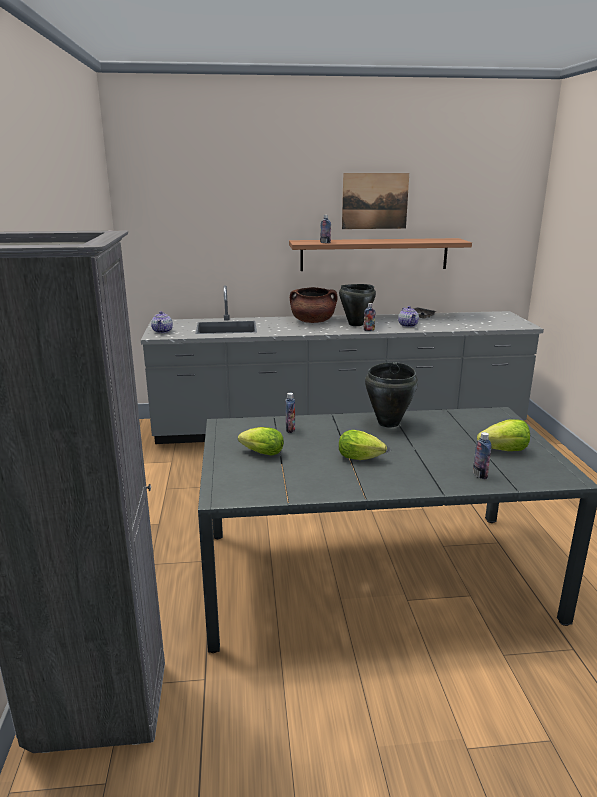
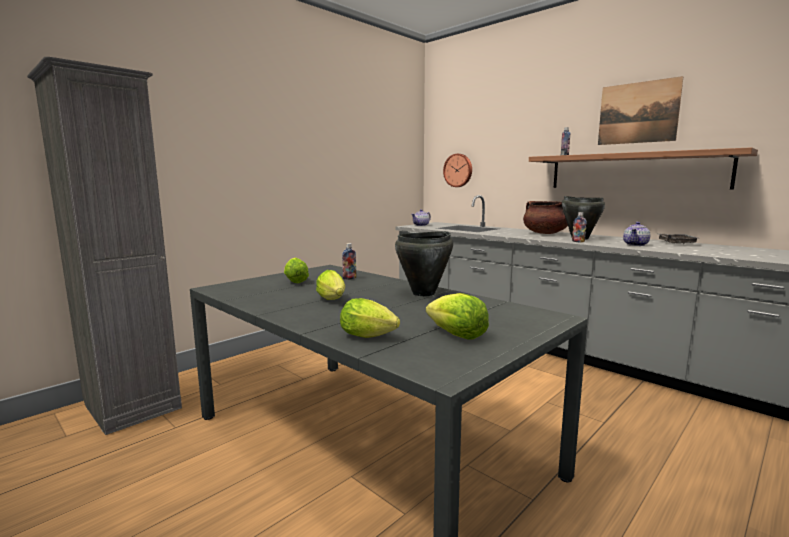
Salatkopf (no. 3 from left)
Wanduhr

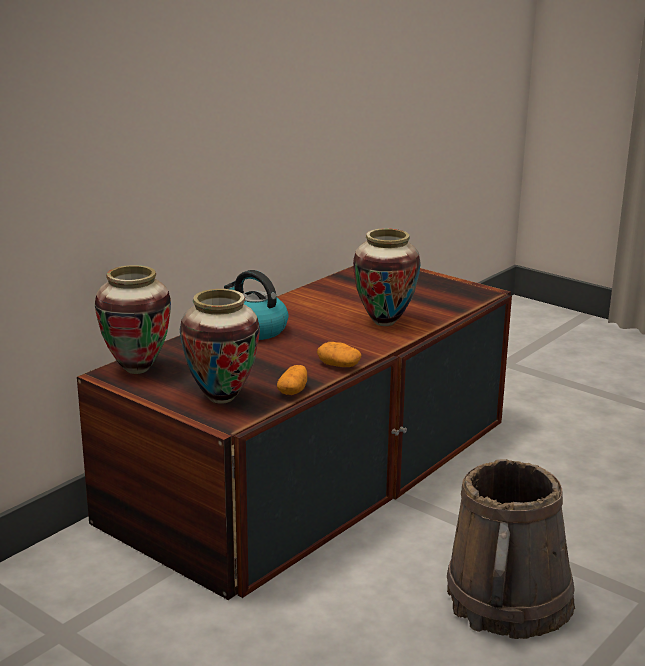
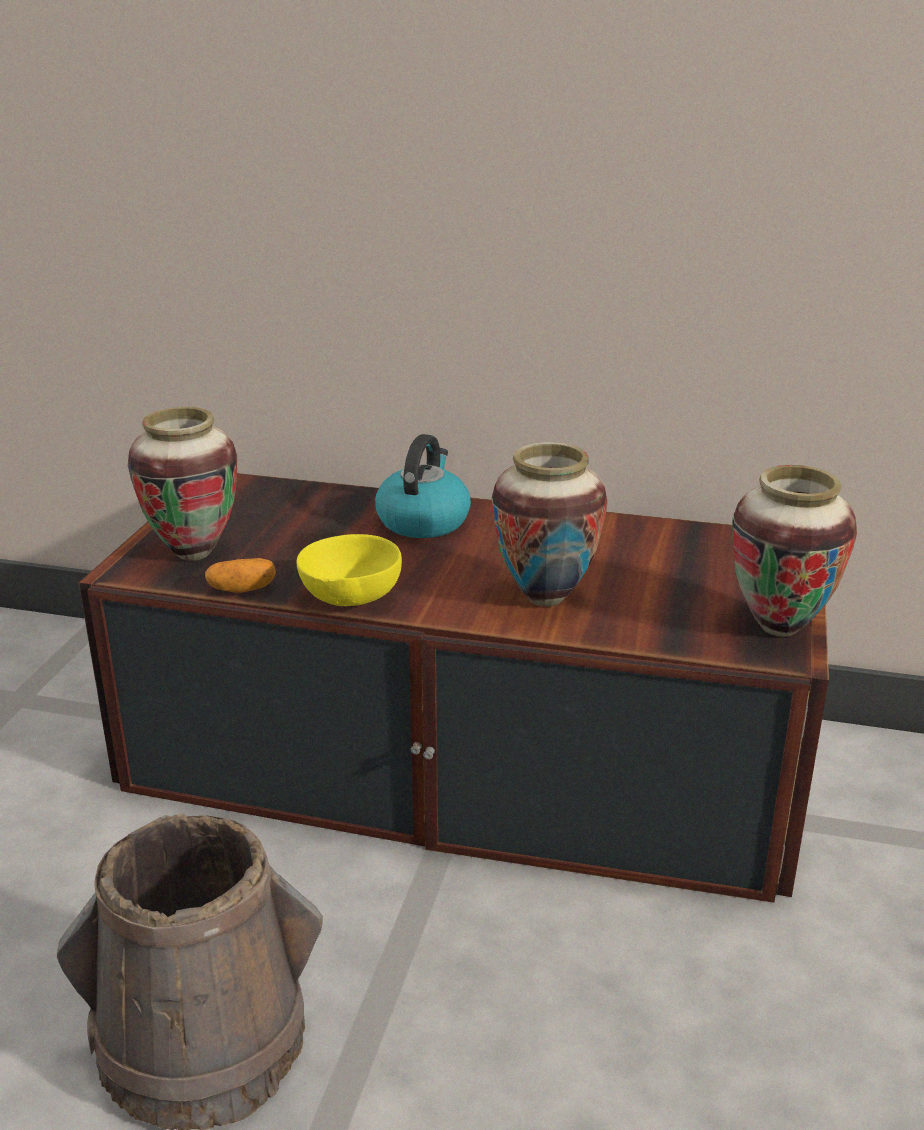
Vase (no. 3 from left)
Schüssel/gelb

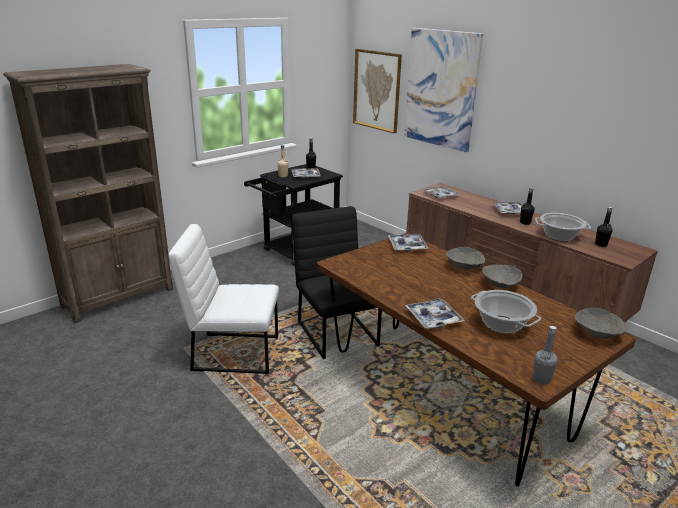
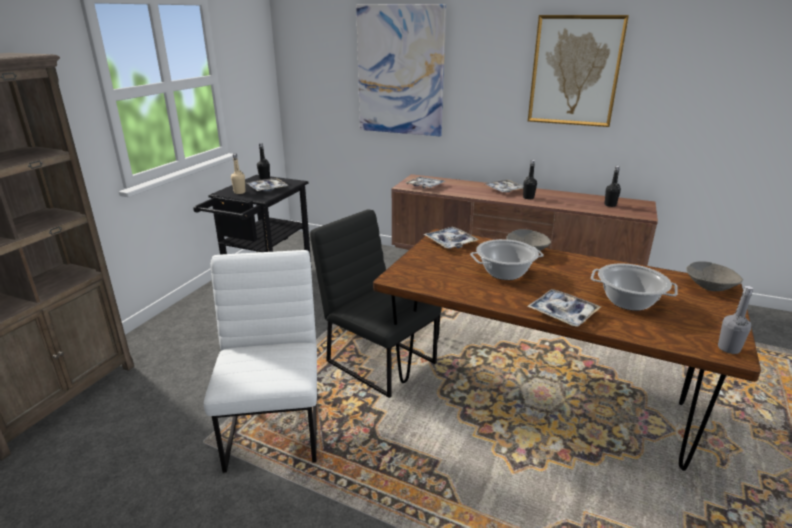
Stuhl/weiß
Bild (no. 2 from left)
Schüssel/grau (no. 2 from left in the first image)
Kochtopf (no. 1 from left)

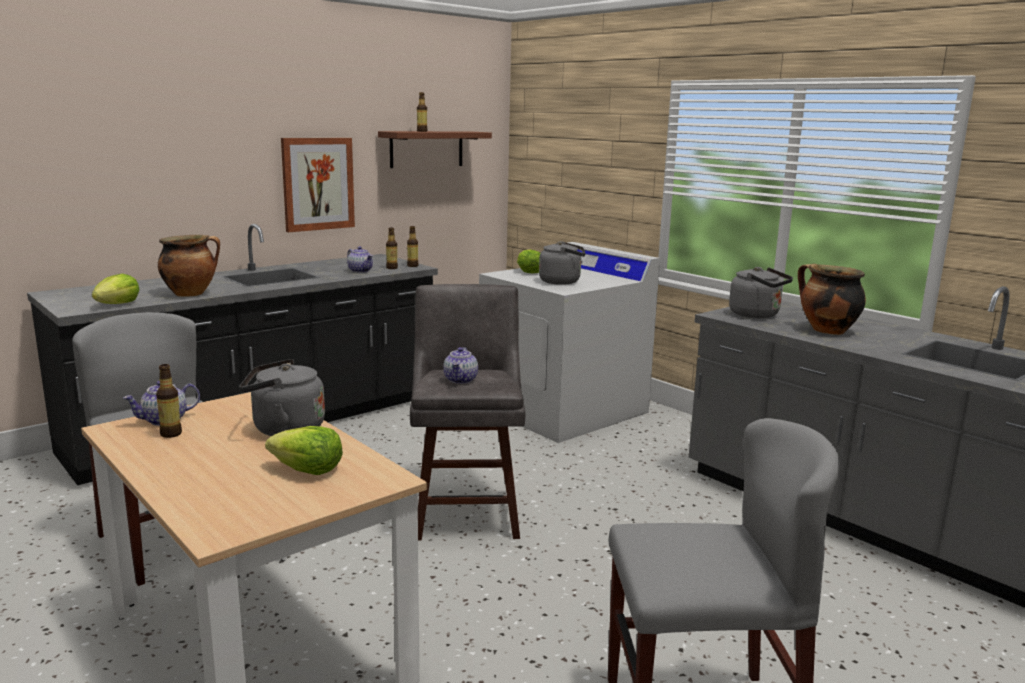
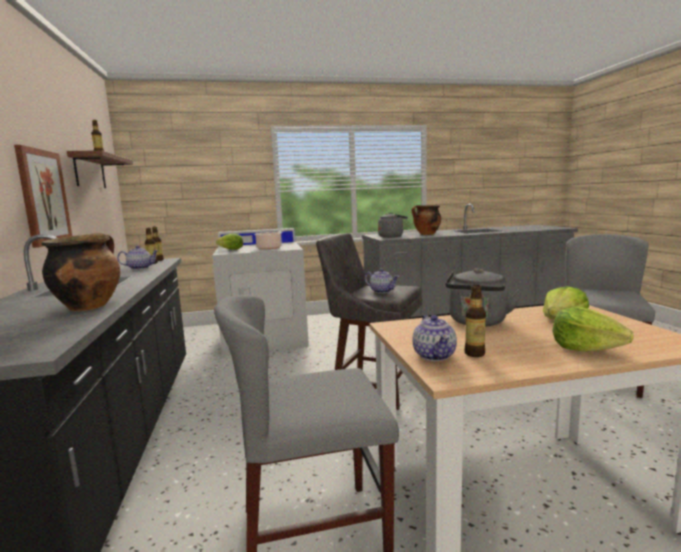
Salatkopf (no. 3 from left)
Kochtopf (no. 2 from left)

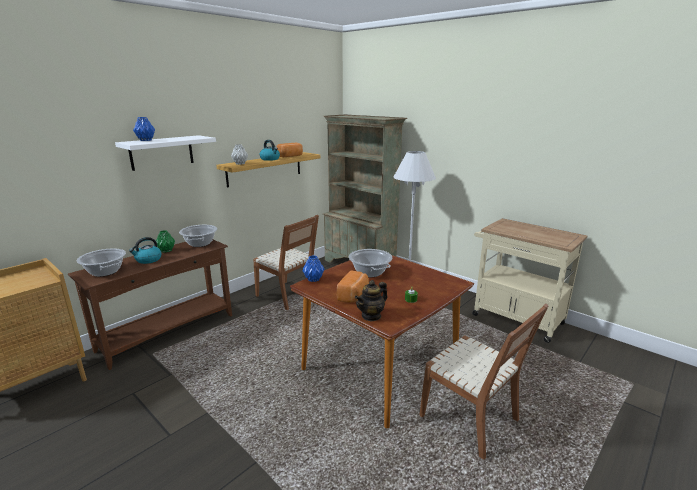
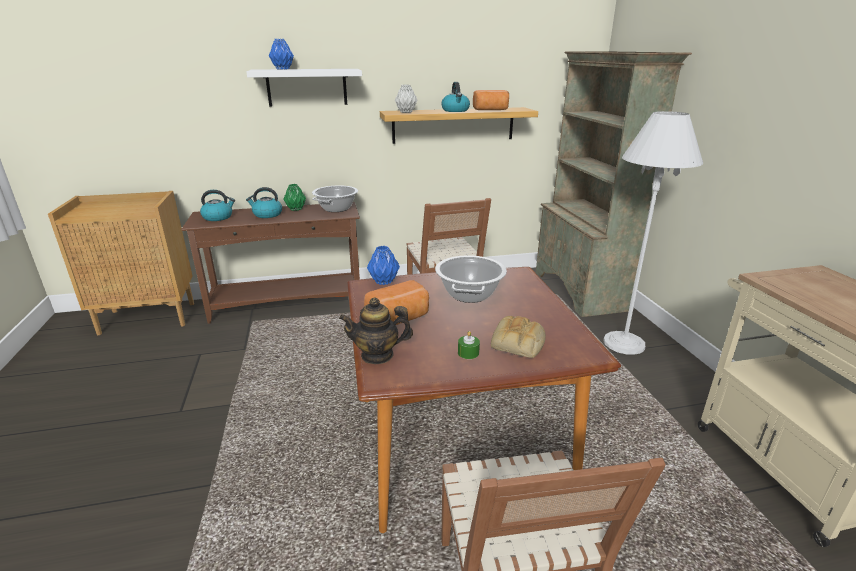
Wasserkessel (no. 1 from left)
Brot (no. 3 from left)

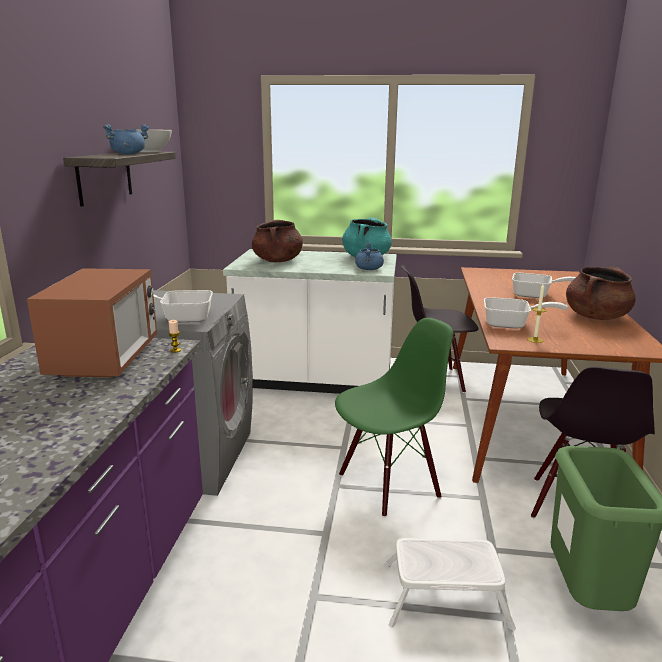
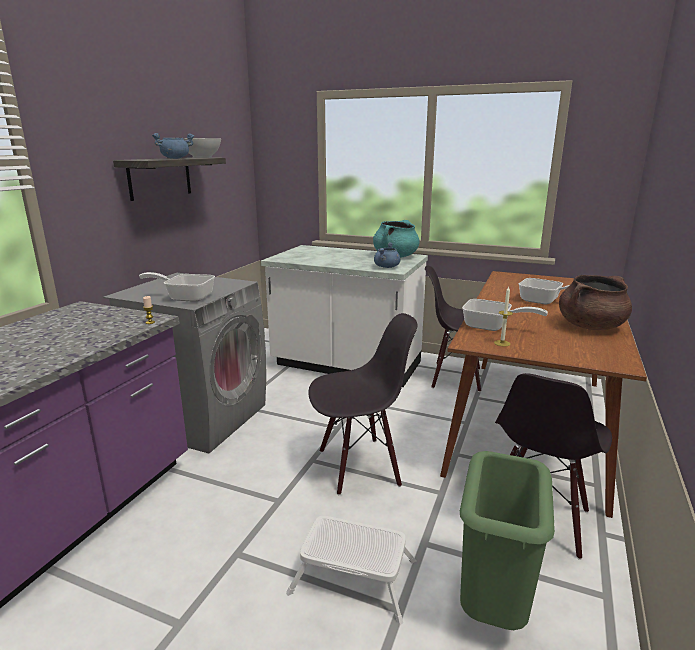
Mikrowelle
Kochtopf/braun (no. 1 from left in the first image)
Stuhl/schwarz (no. 1 from left)

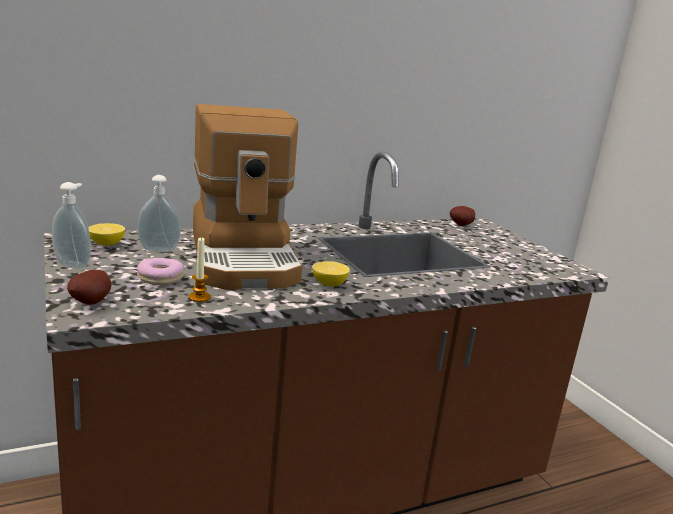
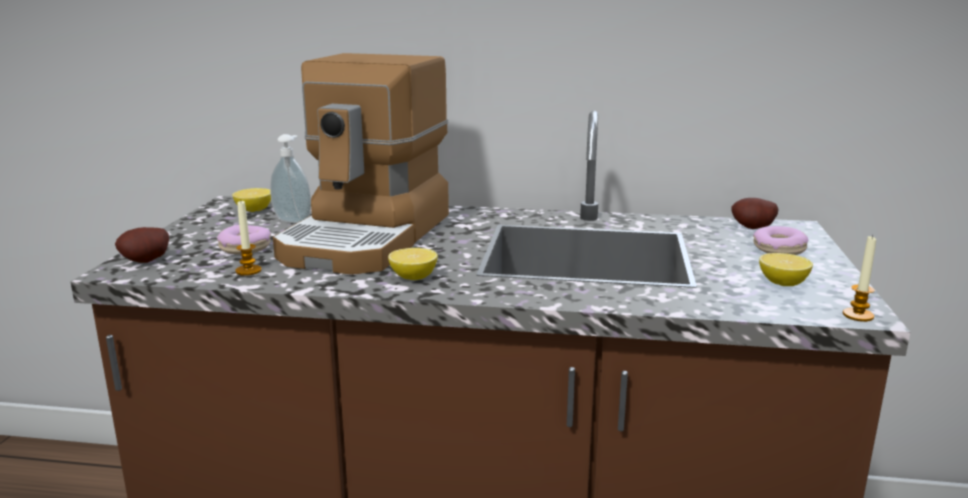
Seifenspender (no. 1 from left in the first image)
Donut (no. 2 from left)
Zitrone (no. 3 from left)
Kerze (no. 2 from left)

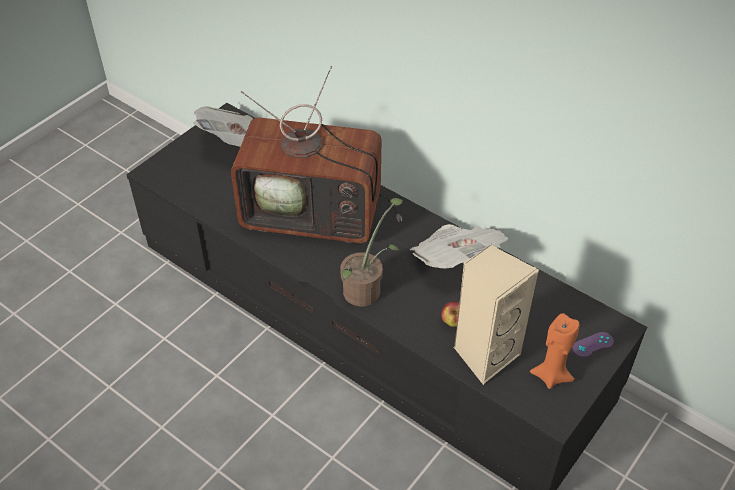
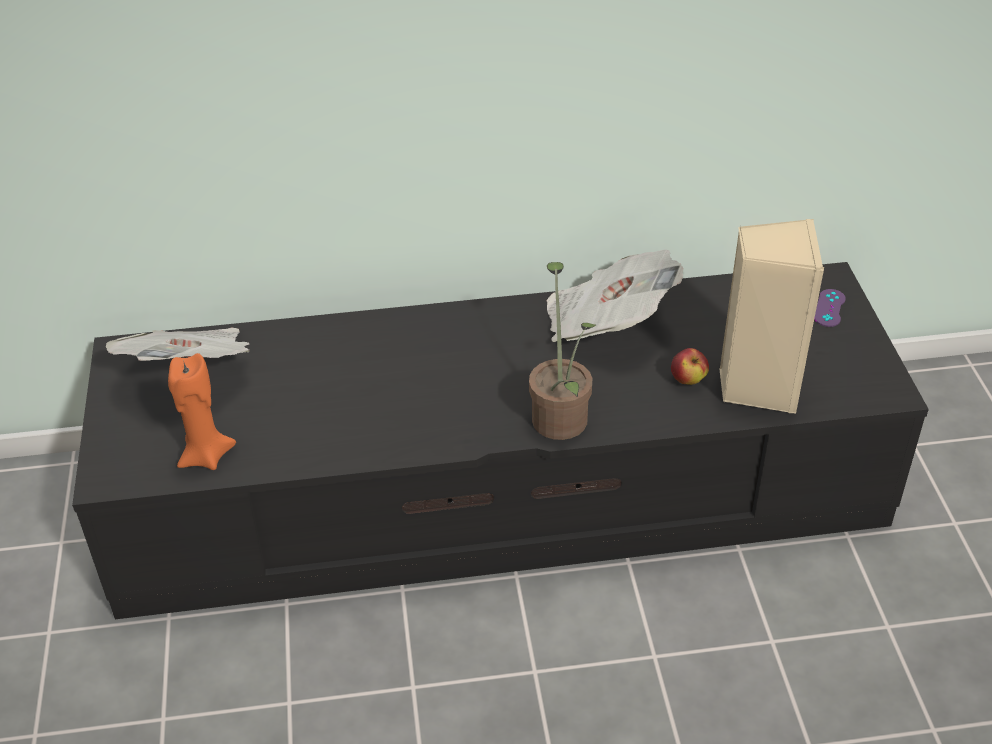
Fernseher
Kerze/orange

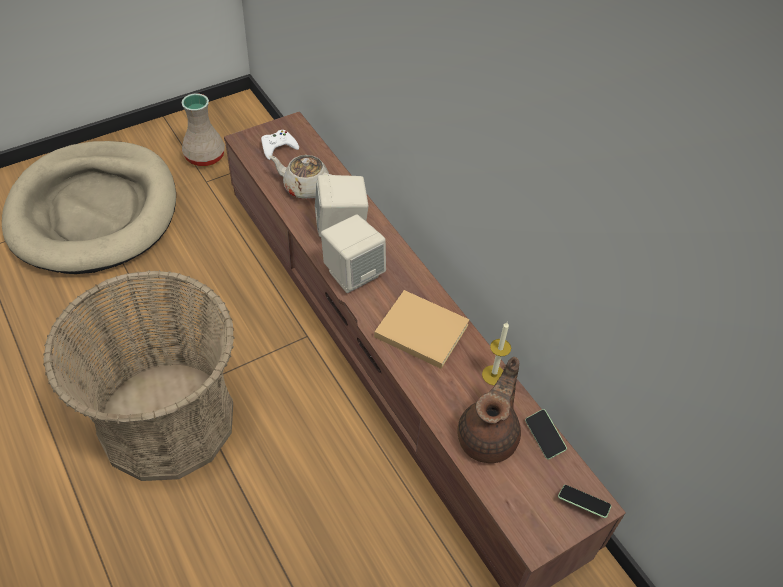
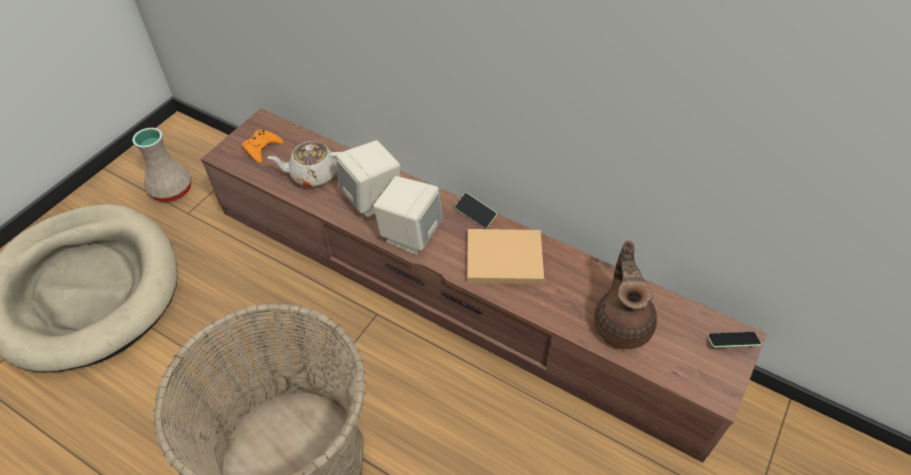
Gamepad/orange
Kerze
Handy (no. 1 from left)

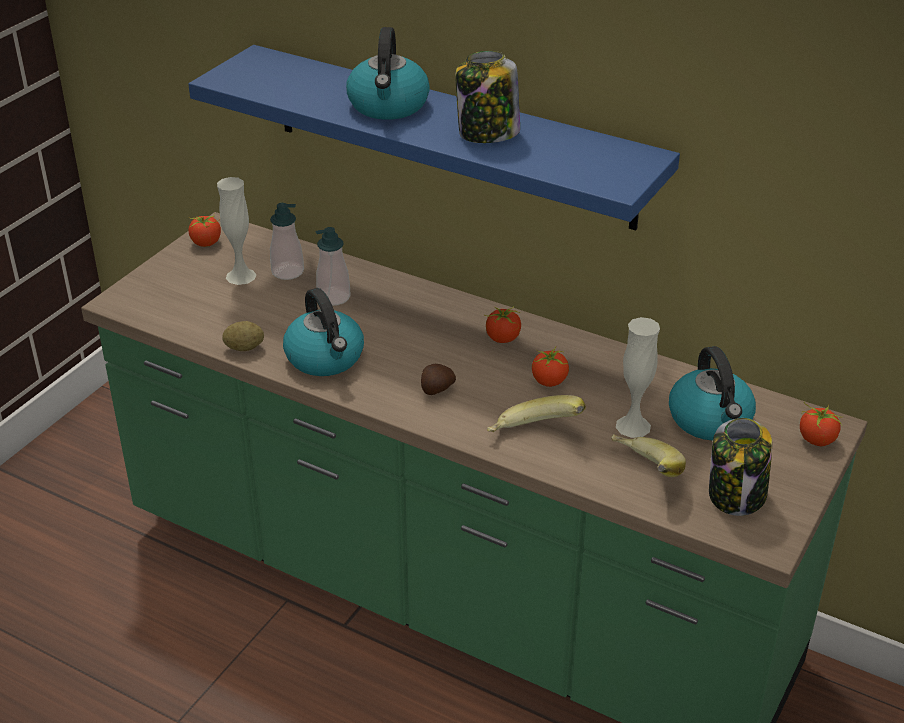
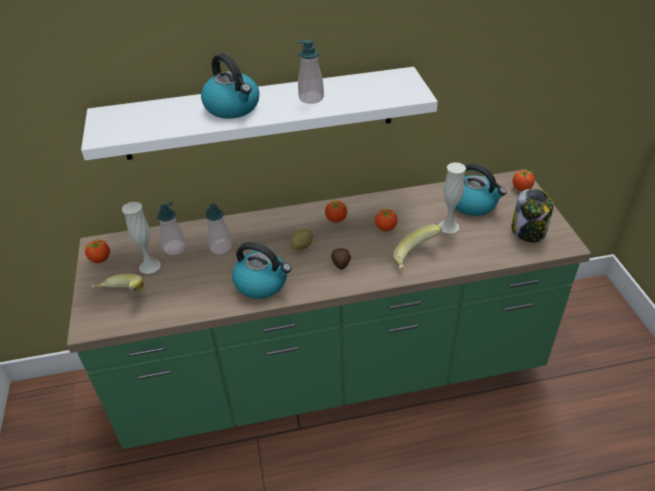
Wandregal/weiß
Kartoffel (no. 1 from left)
Seifenspender (no. 3 from left)
Banane (no. 1 from left)

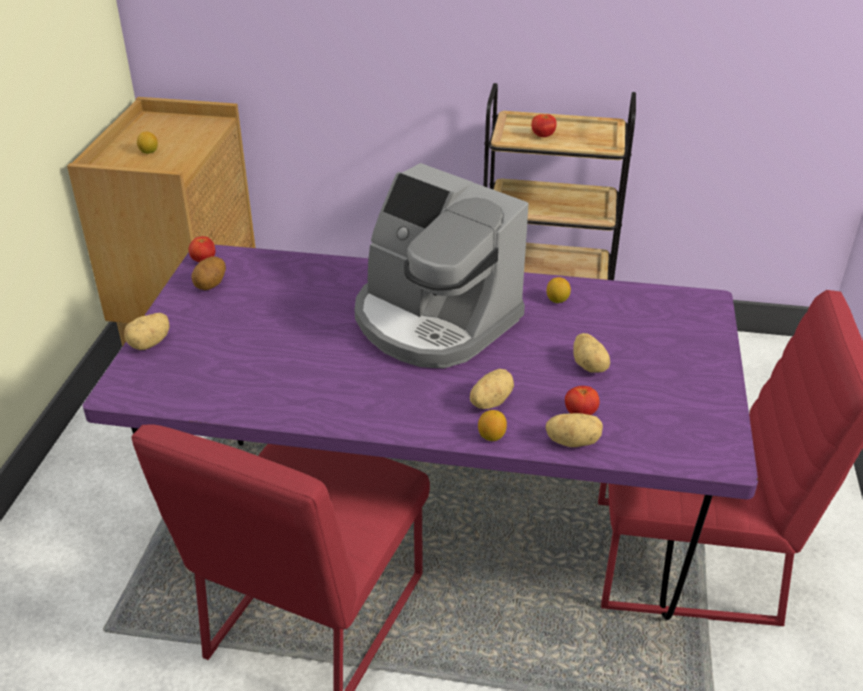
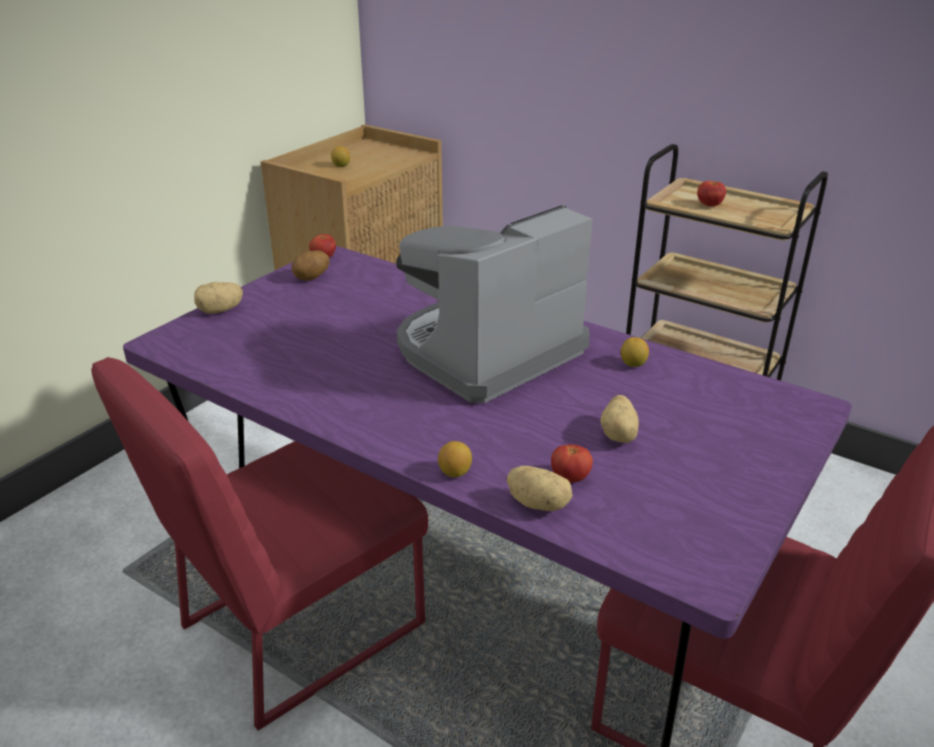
Kaffeemaschine
Kartoffel (no. 3 from left in the first image)

